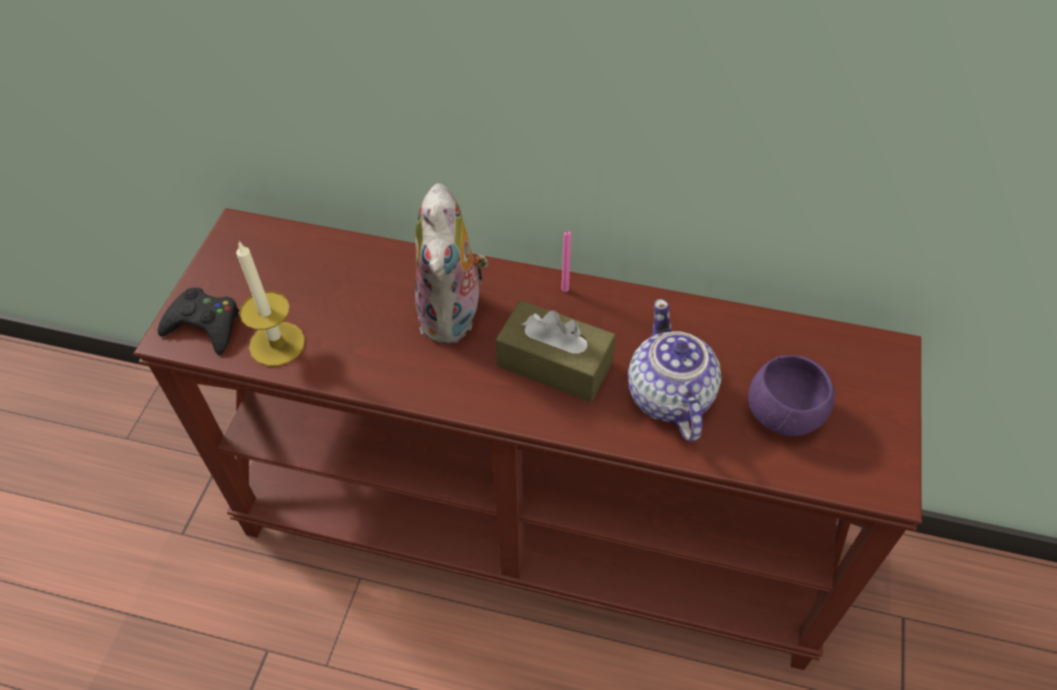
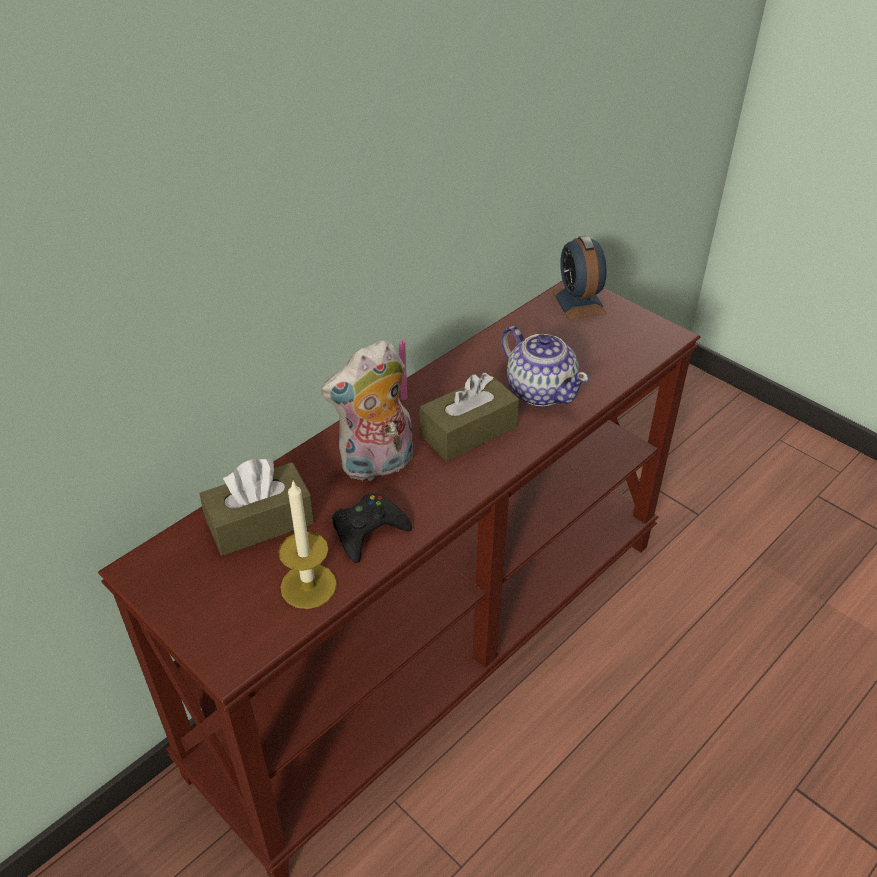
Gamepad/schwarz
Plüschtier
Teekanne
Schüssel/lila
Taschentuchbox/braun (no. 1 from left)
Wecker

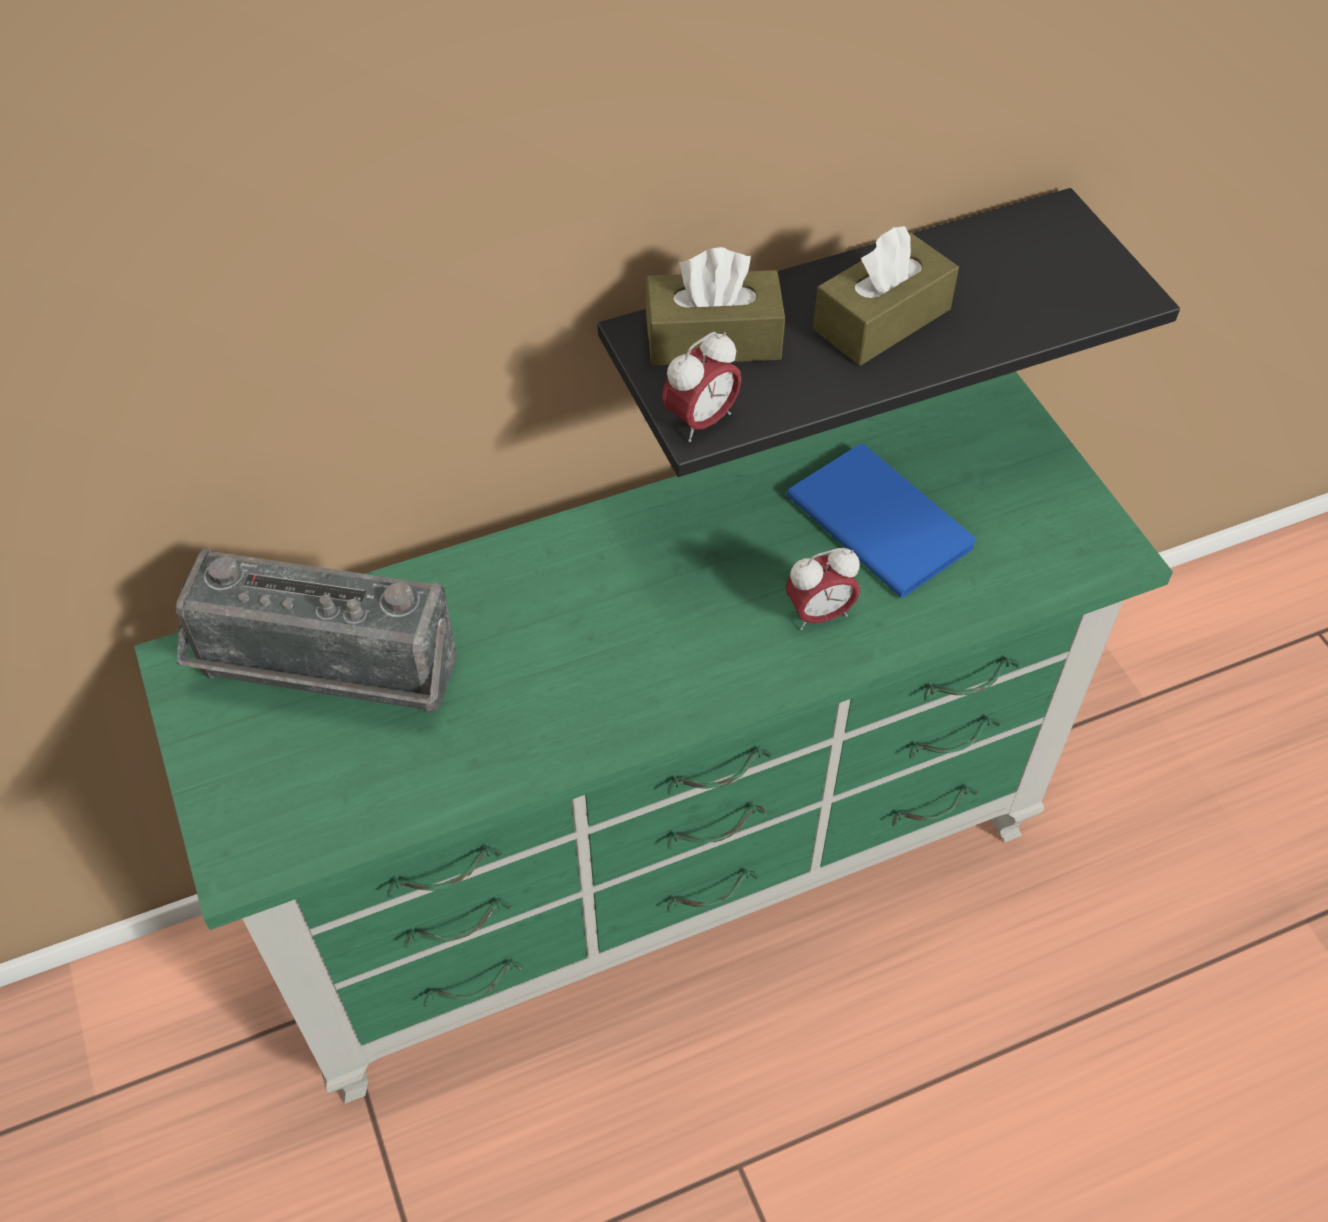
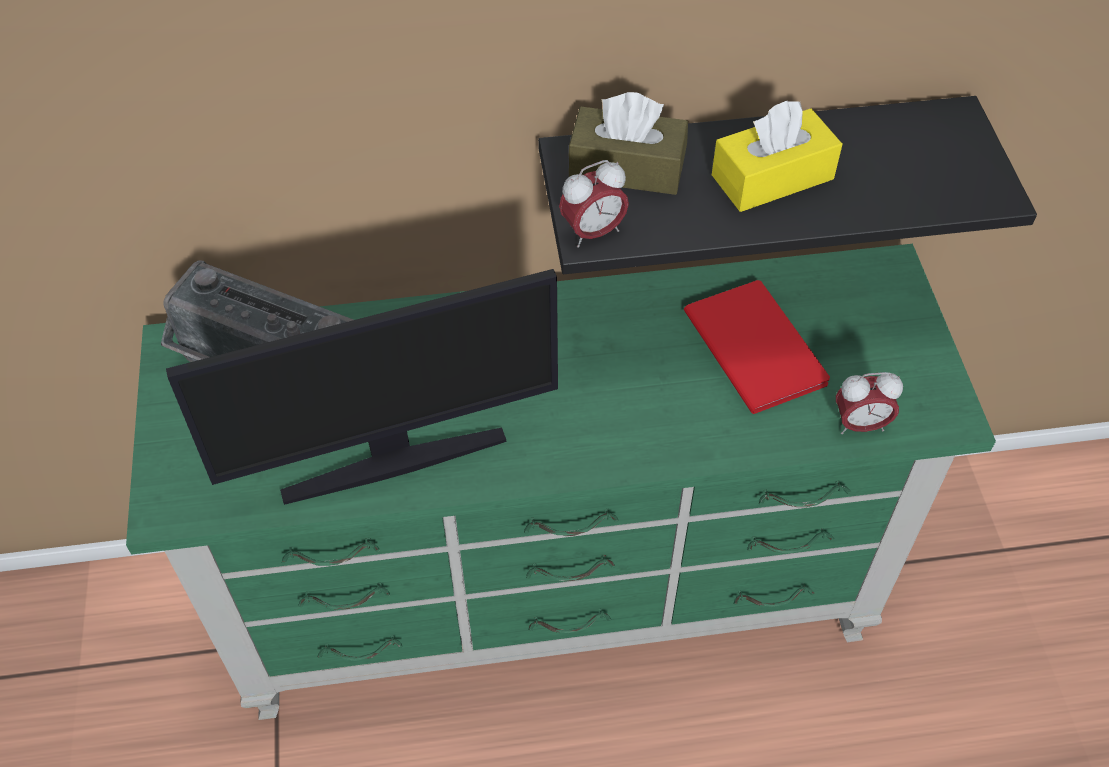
Wecker (no. 2 from left)
Buch/rot
Taschentuchbox/gelb
Monitor

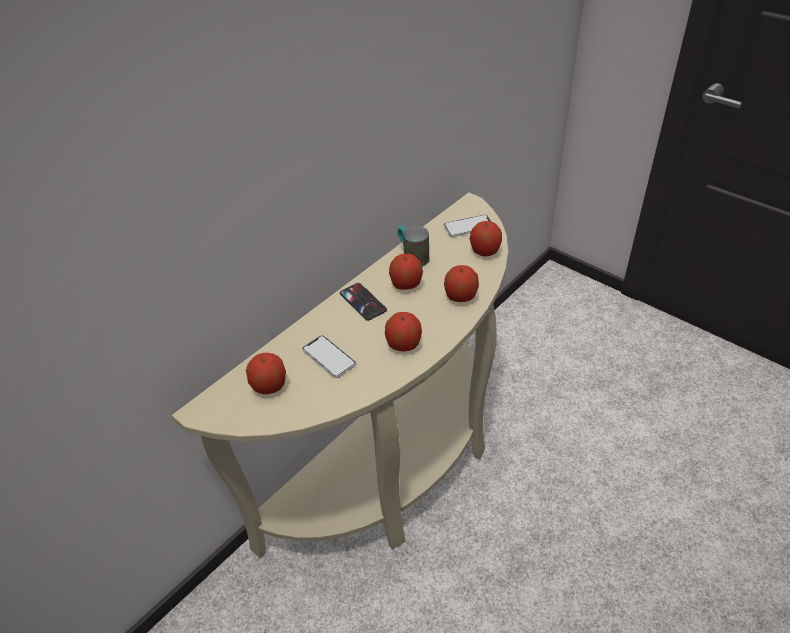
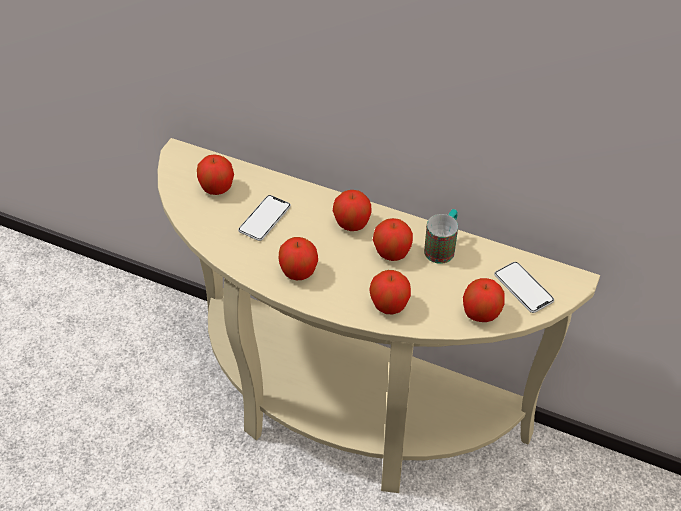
Apfel (no. 3 from left)

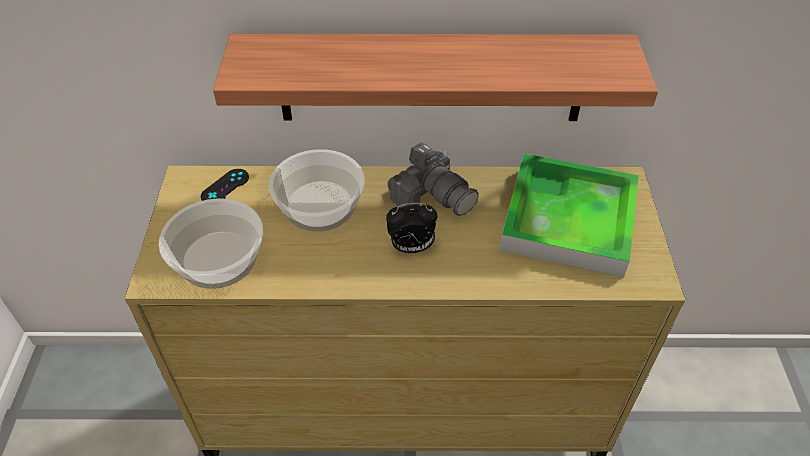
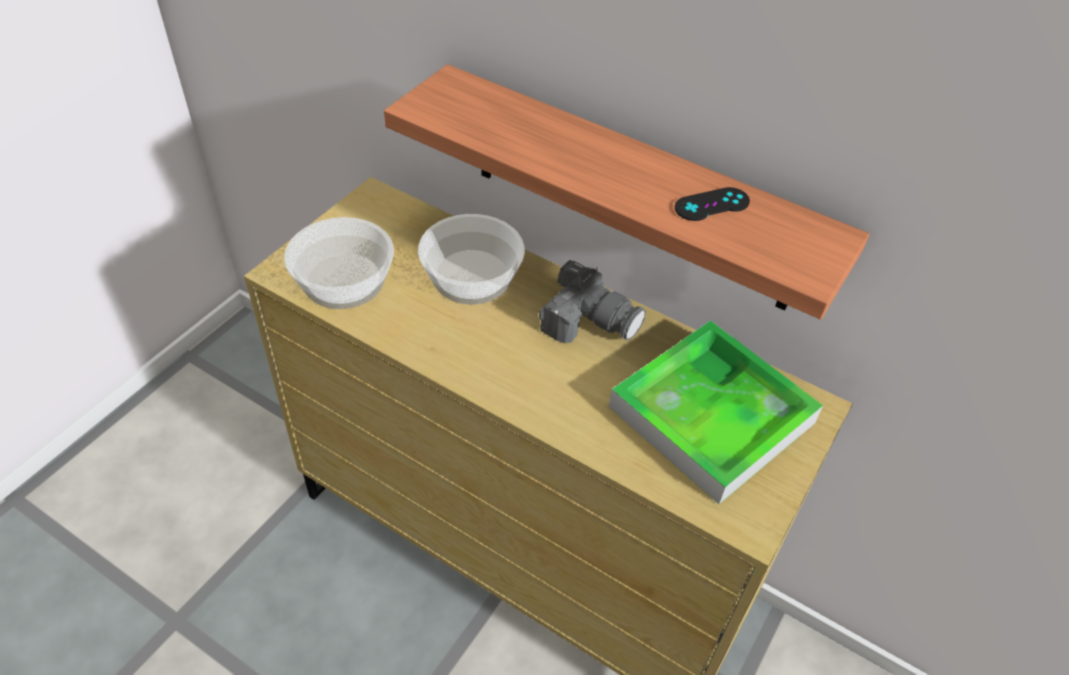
Gamepad/schwarz
Wecker
Kamera

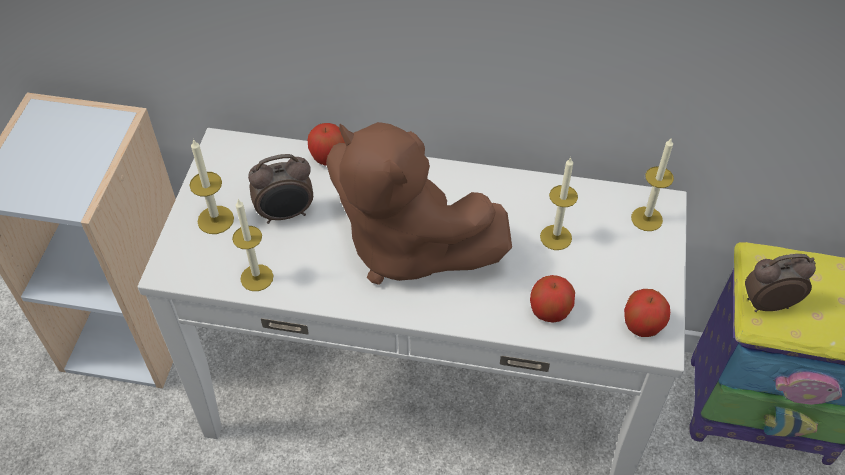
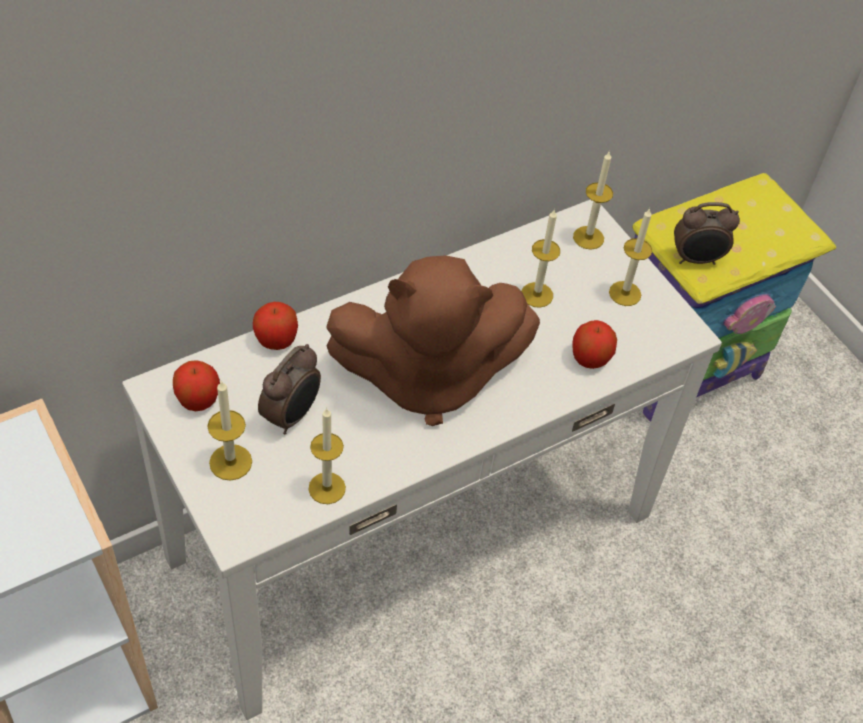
Apfel (no. 1 from left)
Wecker (no. 2 from left)
Kerze (no. 5 from left)

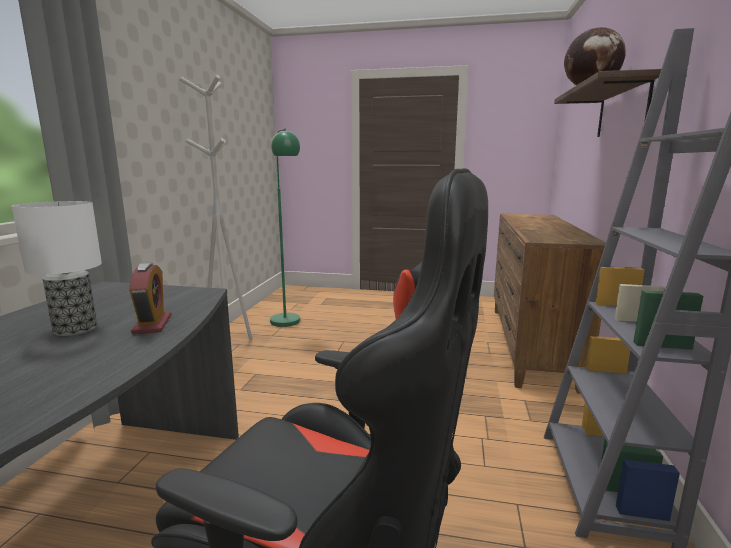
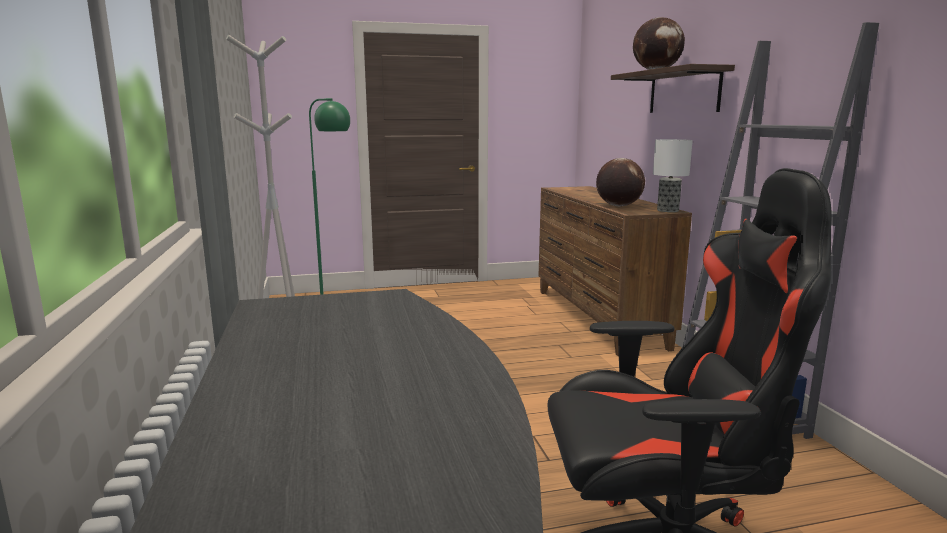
Tischlampe
Wecker
Globus (no. 1 from left)

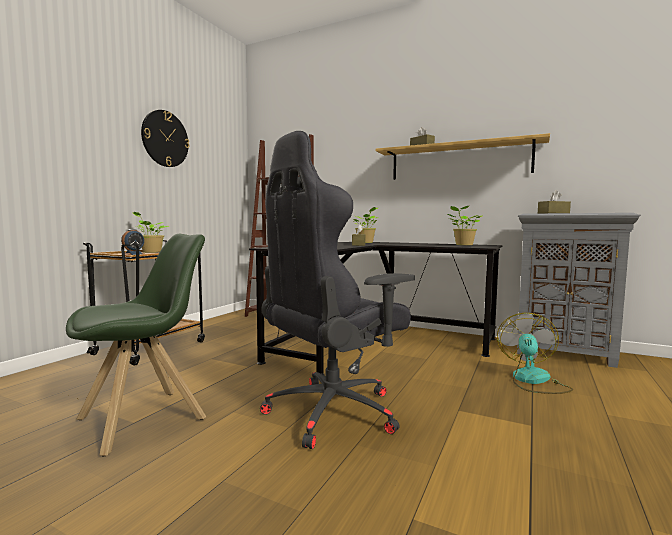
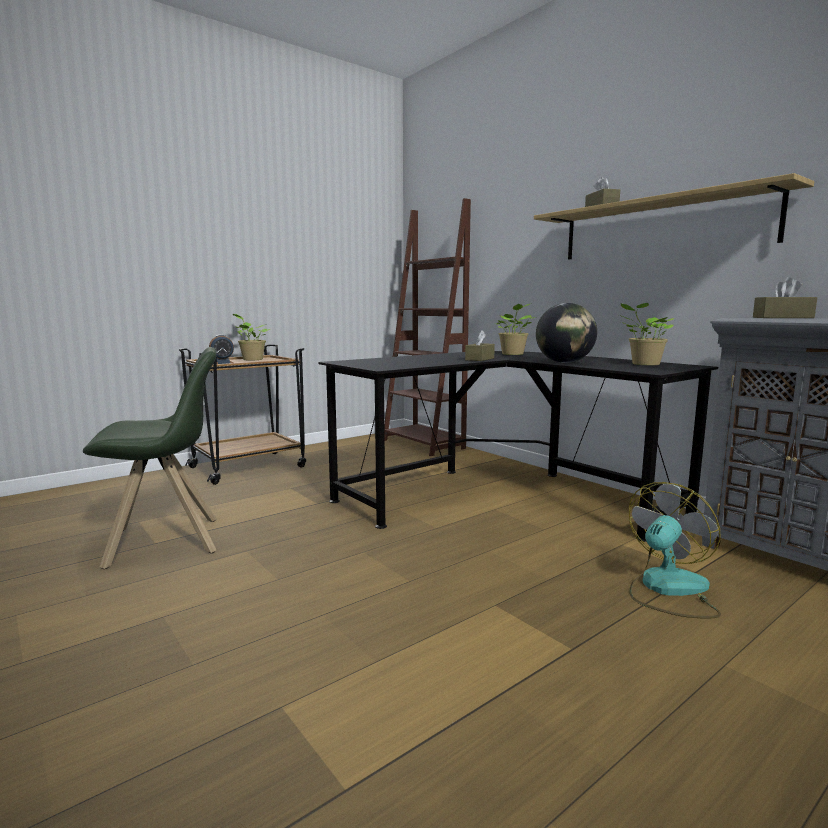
Wanduhr
Bürostuhl/schwarz
Globus

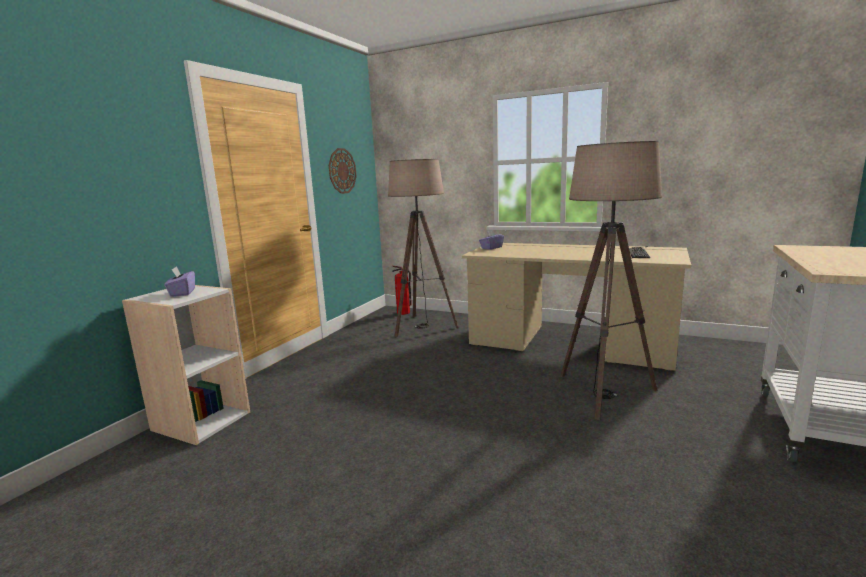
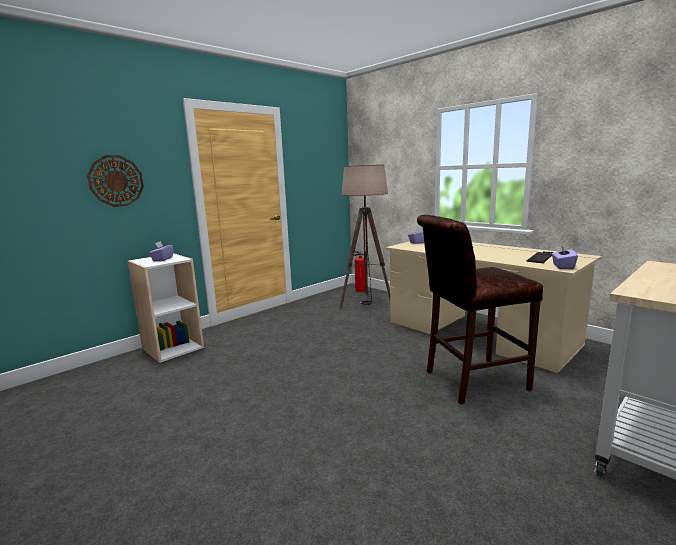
Wanduhr
Hocker/braun
Taschentuchbox/lila (no. 3 from left)

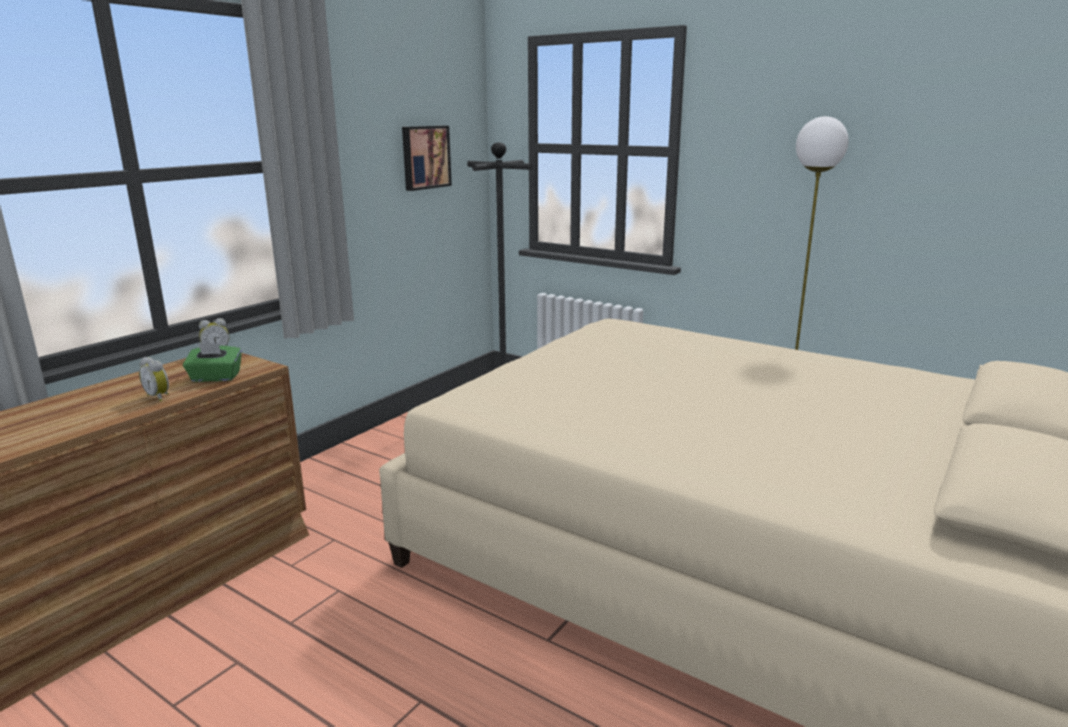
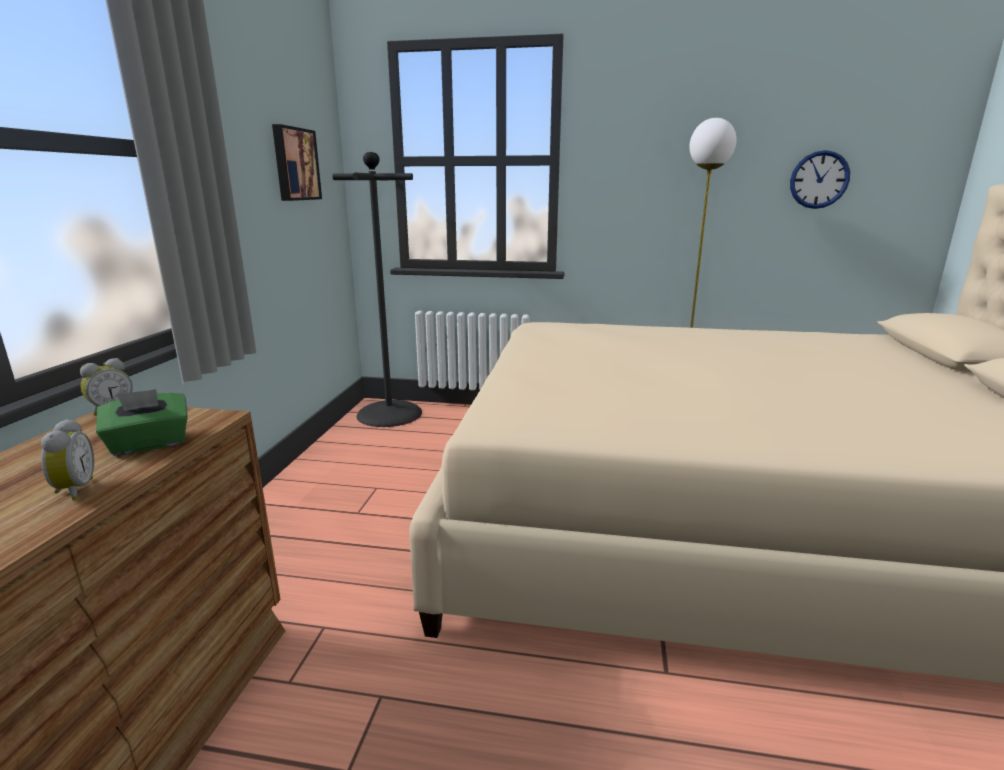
Wecker (no. 1 from left)
Wanduhr

